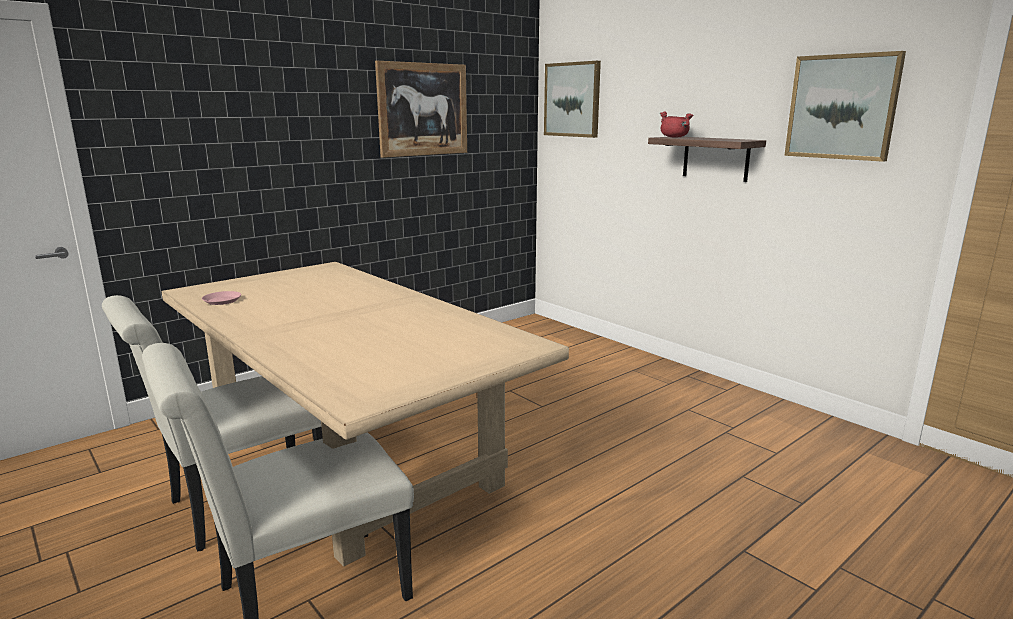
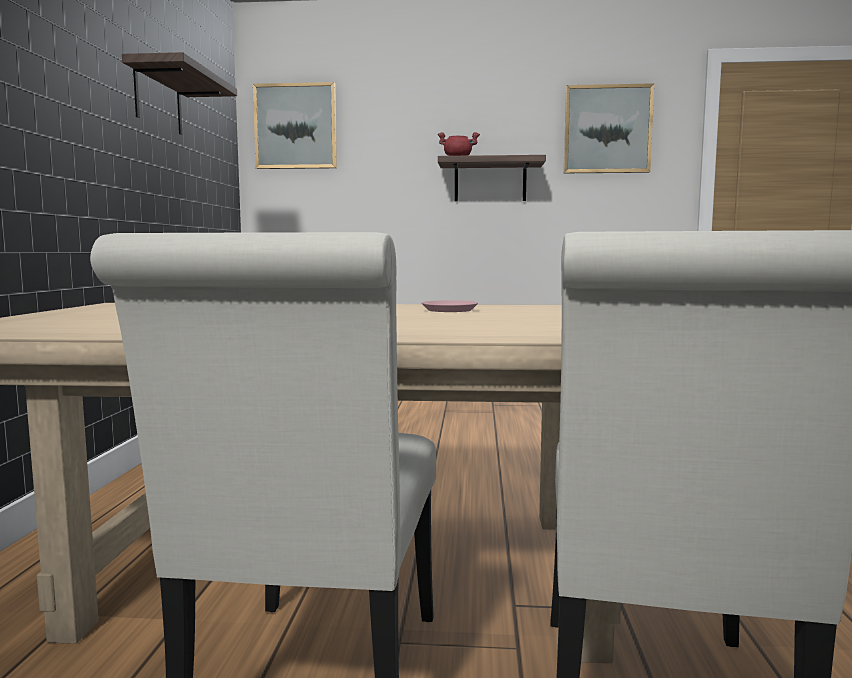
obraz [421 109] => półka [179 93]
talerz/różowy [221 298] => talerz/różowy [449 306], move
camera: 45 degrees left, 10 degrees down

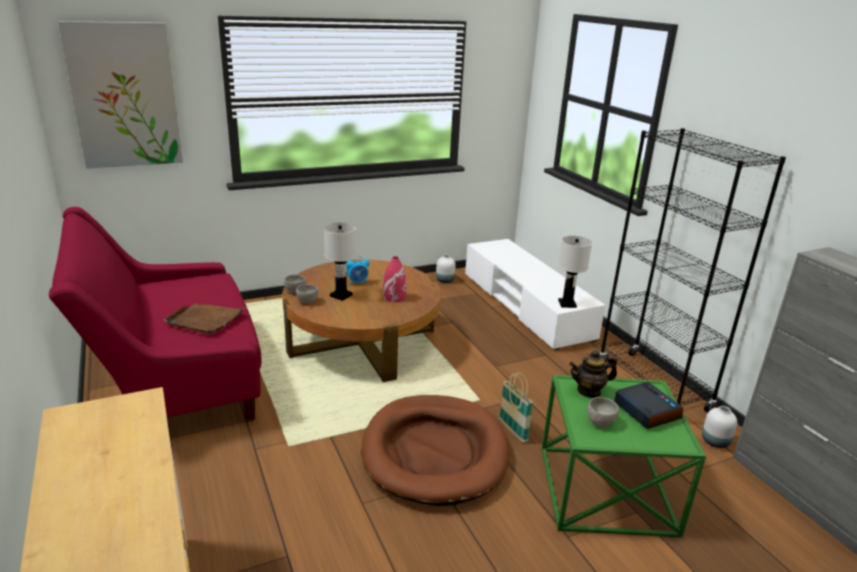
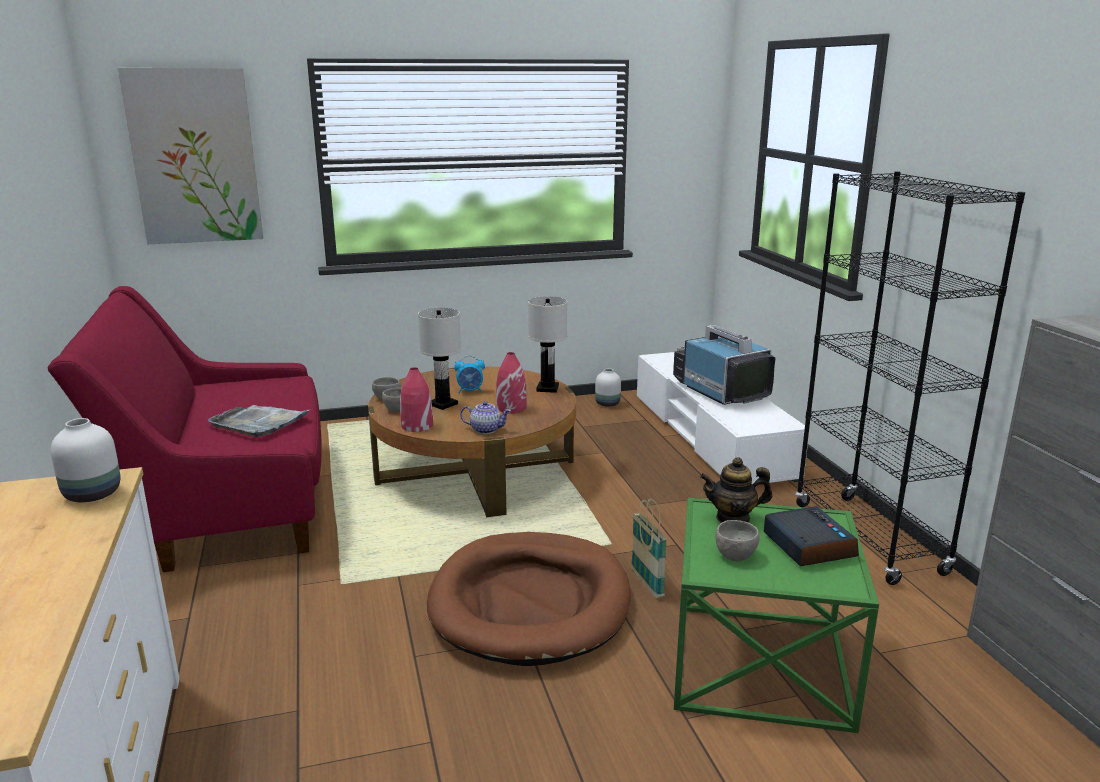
wazon/biały [719 427] => wazon/biały [86 460], move
taca/brązowy [204 319] => taca/szary [258 421]
nothing => wazon/czerwony [416 399]
nothing => imbryk [485 417]
lampa stołowa/biały [575 272] => lampa stołowa/biały [547 344], move
nothing => telewizor [724 365]
camera: 10 degrees right, 5 degrees down

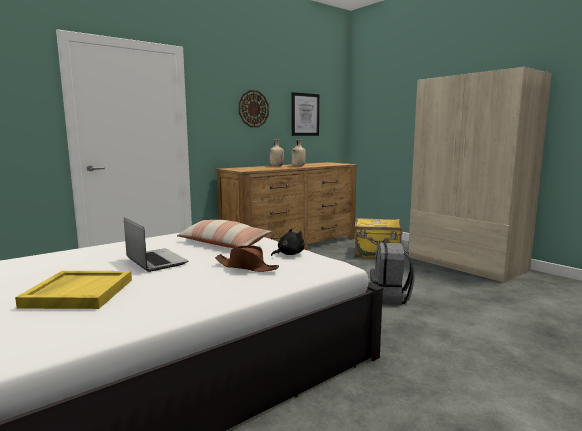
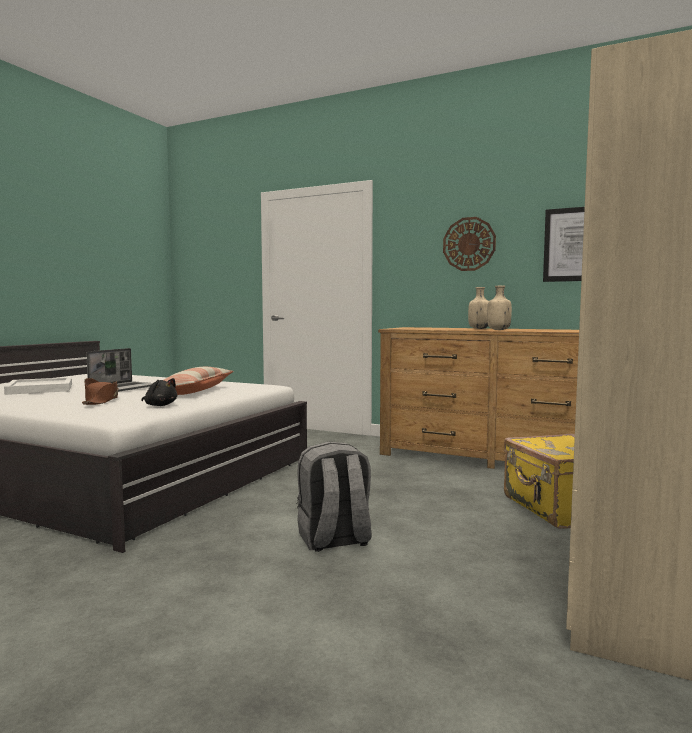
taca/żółty [73 290] => taca/biały [38 386]
camera: 65 degrees right, 5 degrees down

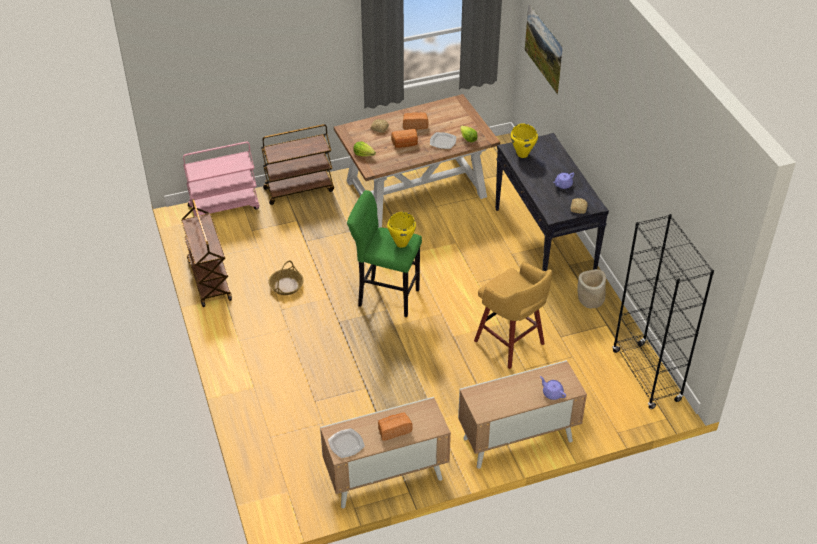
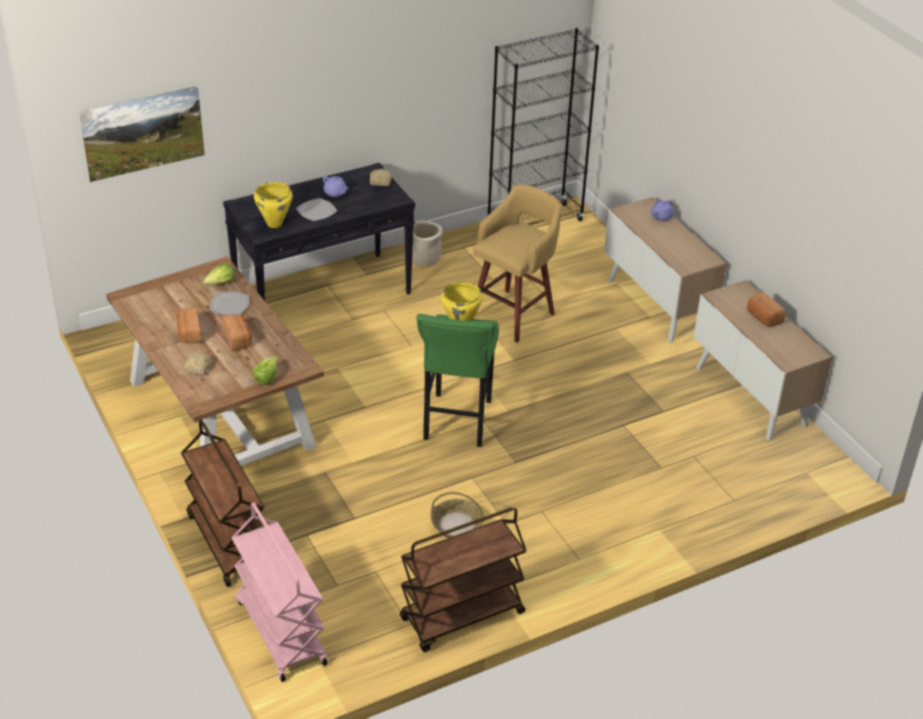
talerz [346 443] => talerz [316 209], move
camera: 100 degrees left, 5 degrees down

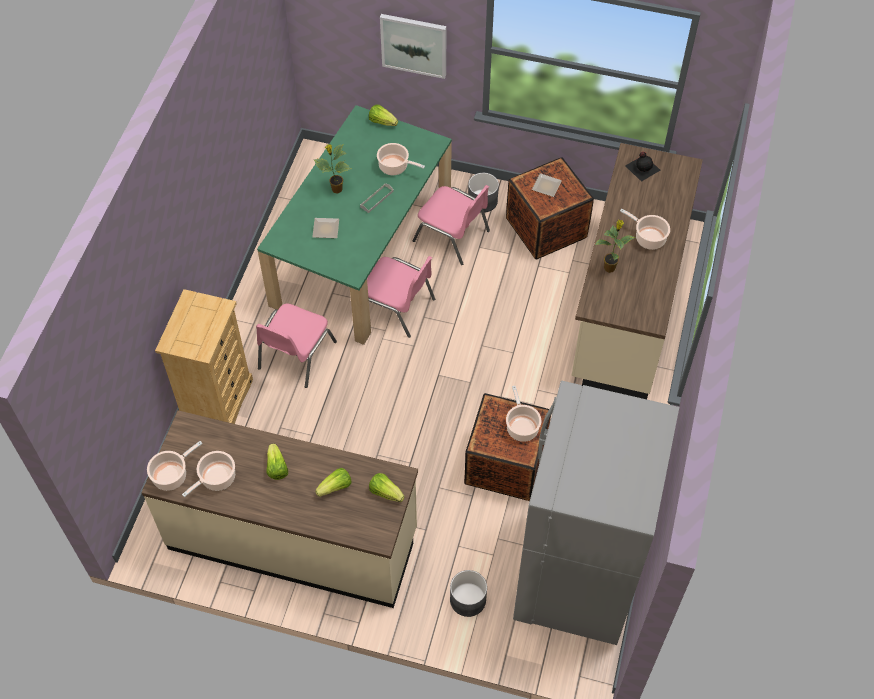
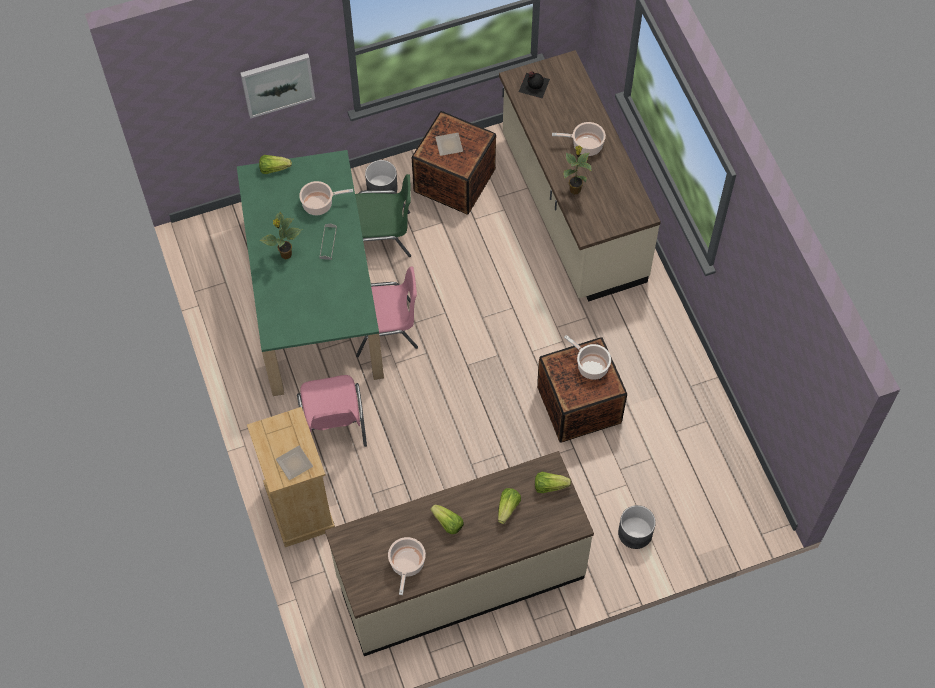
talerz [325 228] => talerz [294 463], move
krzesło/różowy [451 225] => krzesło/zielony [383 215]
garnek [175 466] => nothing
lodówka/szary [596 513] => nothing
camera: 35 degrees left, 5 degrees up

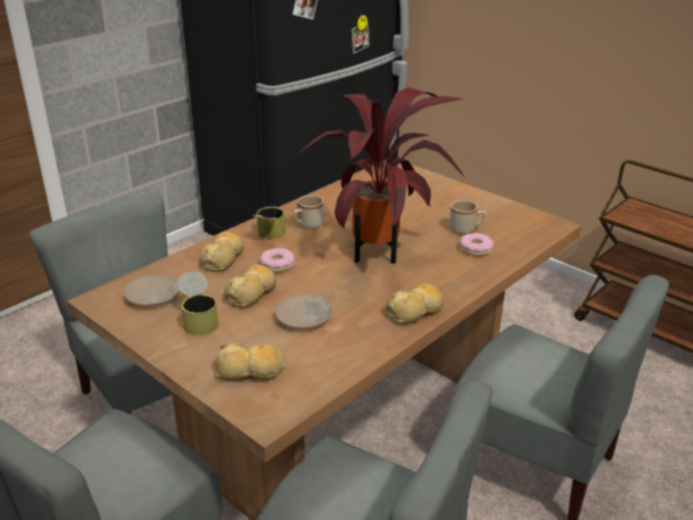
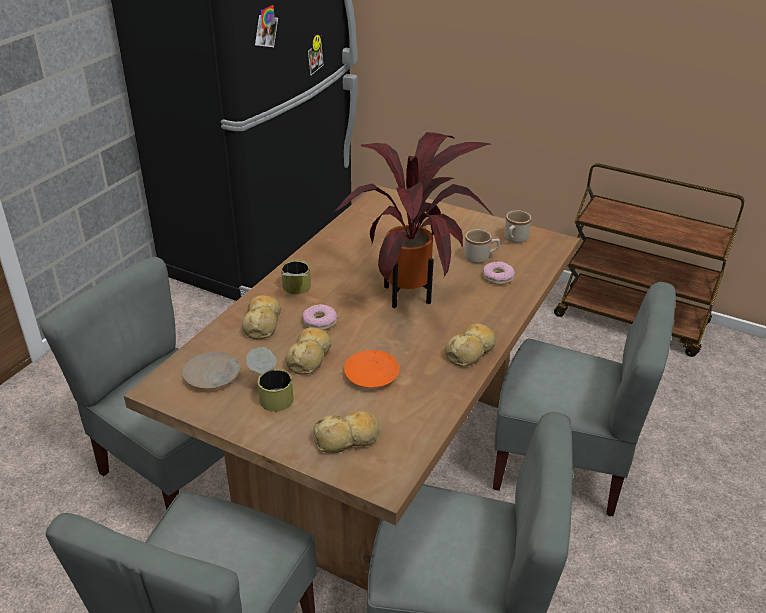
talerz/beżowy [304 311] => talerz/pomarańczowy [371 369]
kubek/beżowy [308 212] => kubek/beżowy [517 226], move
camera: 15 degrees left, 5 degrees up

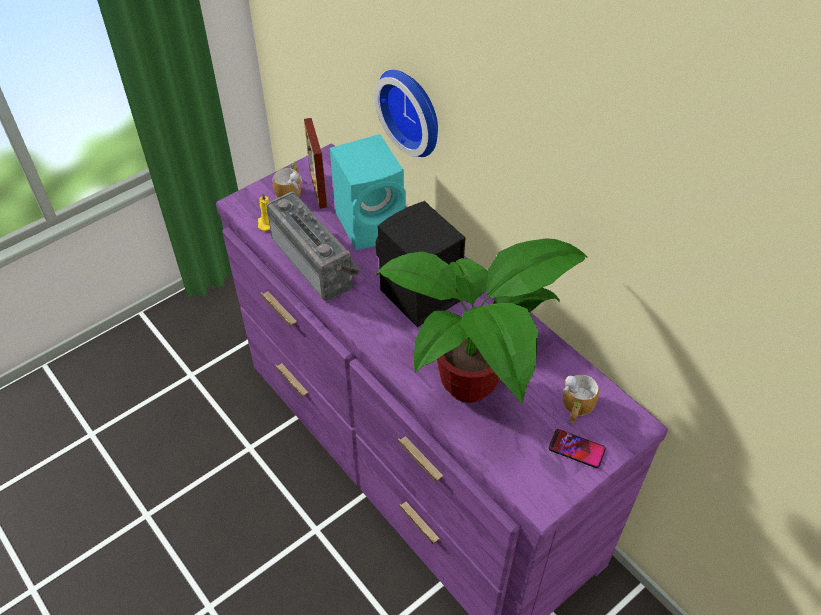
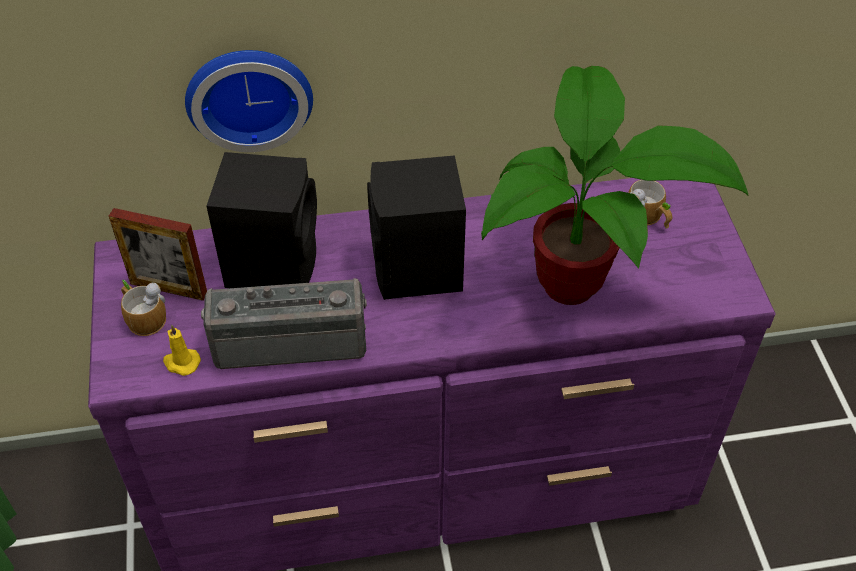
głośnik/turkusowy [368 192] => głośnik/czarny [261 220]
telefon [577 448] => nothing
camera: 60 degrees left, 0 degrees up

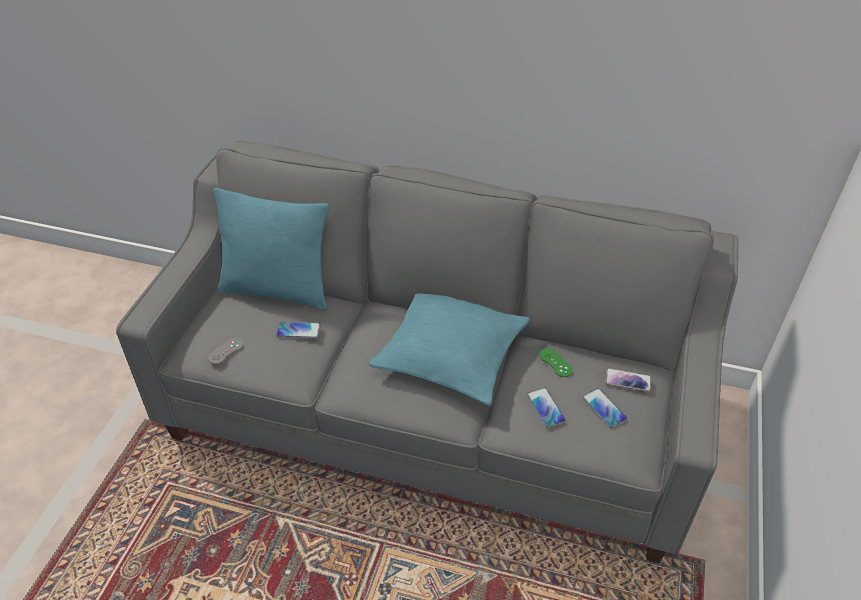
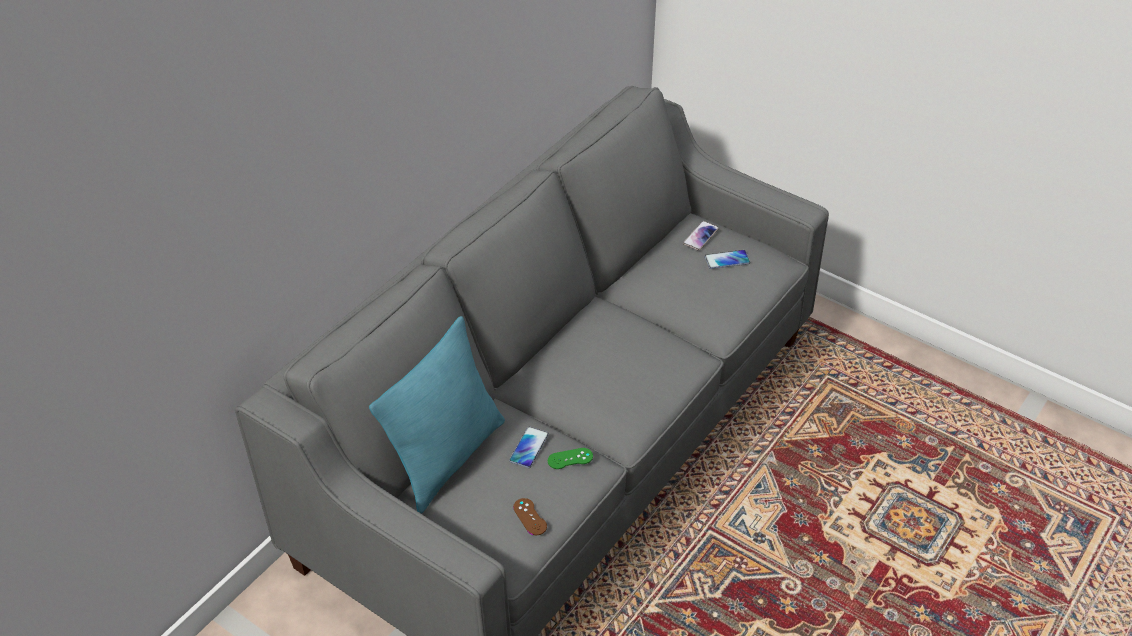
pad do gier/szary [226 351] => pad do gier/brązowy [530 516]
pad do gier/zielony [556 362] => pad do gier/zielony [570 458], move
poduszka/turkusowy [449 350] => nothing
telefon [546 408] => nothing
camera: 70 degrees left, 0 degrees up

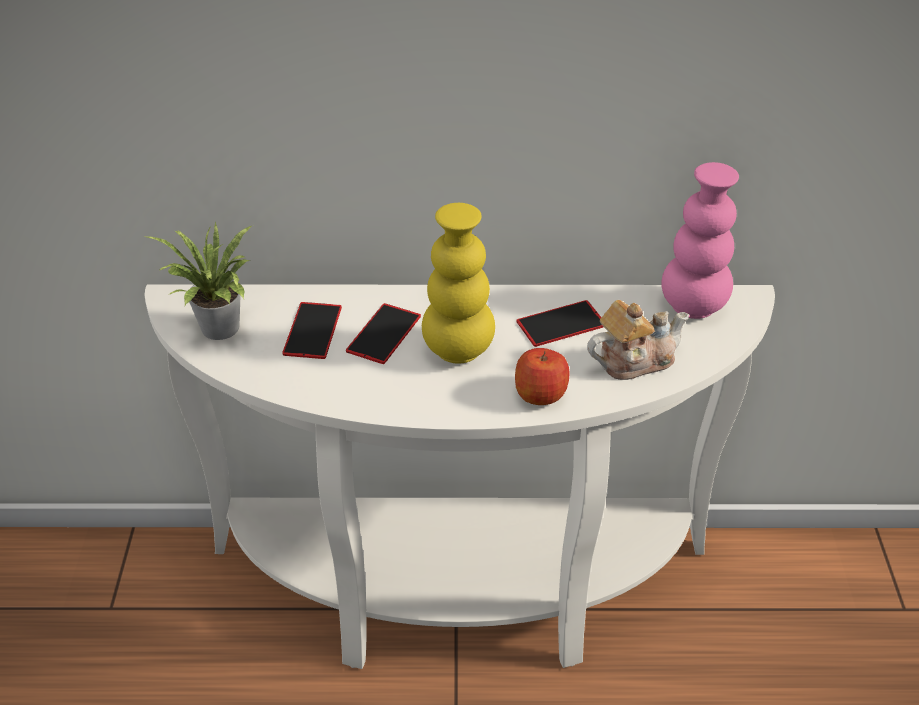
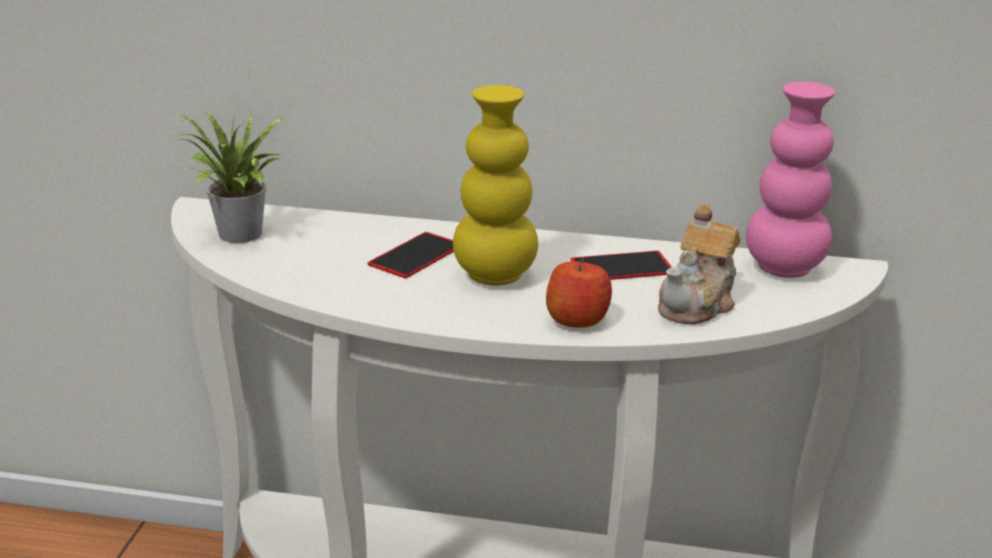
imbryk [638 340] => imbryk [699 264], 135 degrees clockwise
telefon [312 330] => nothing
camera: 10 degrees right, 15 degrees down

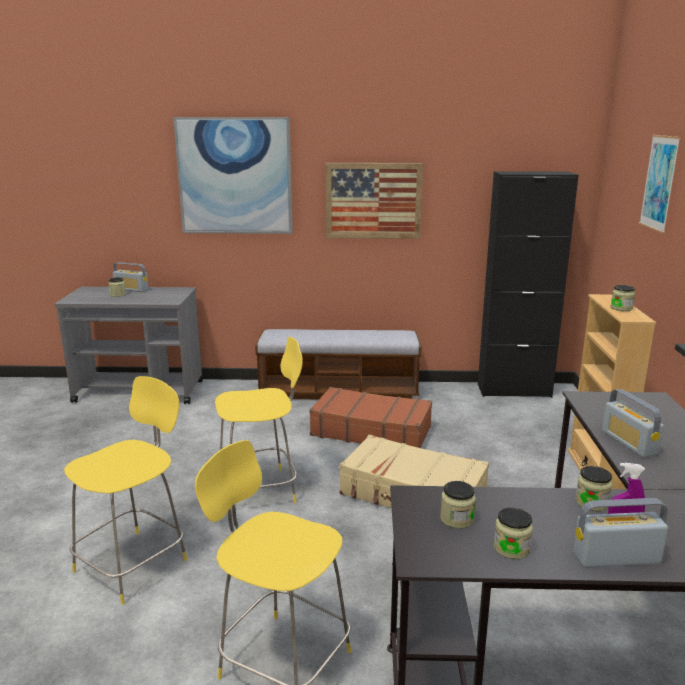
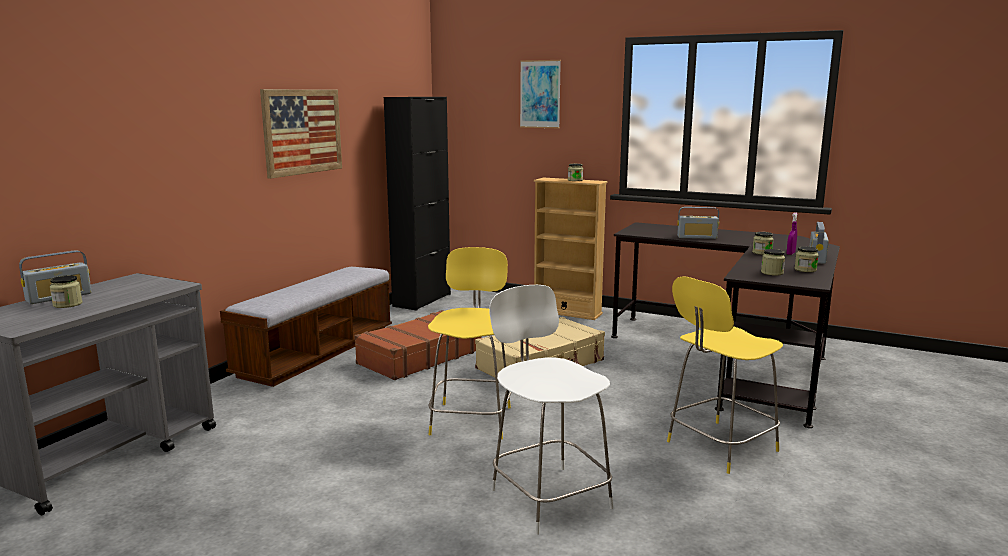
stołek/żółty [126 490] => stołek/biały [551 410]
obraz [233 175] => nothing
camera: 65 degrees left, 5 degrees down

